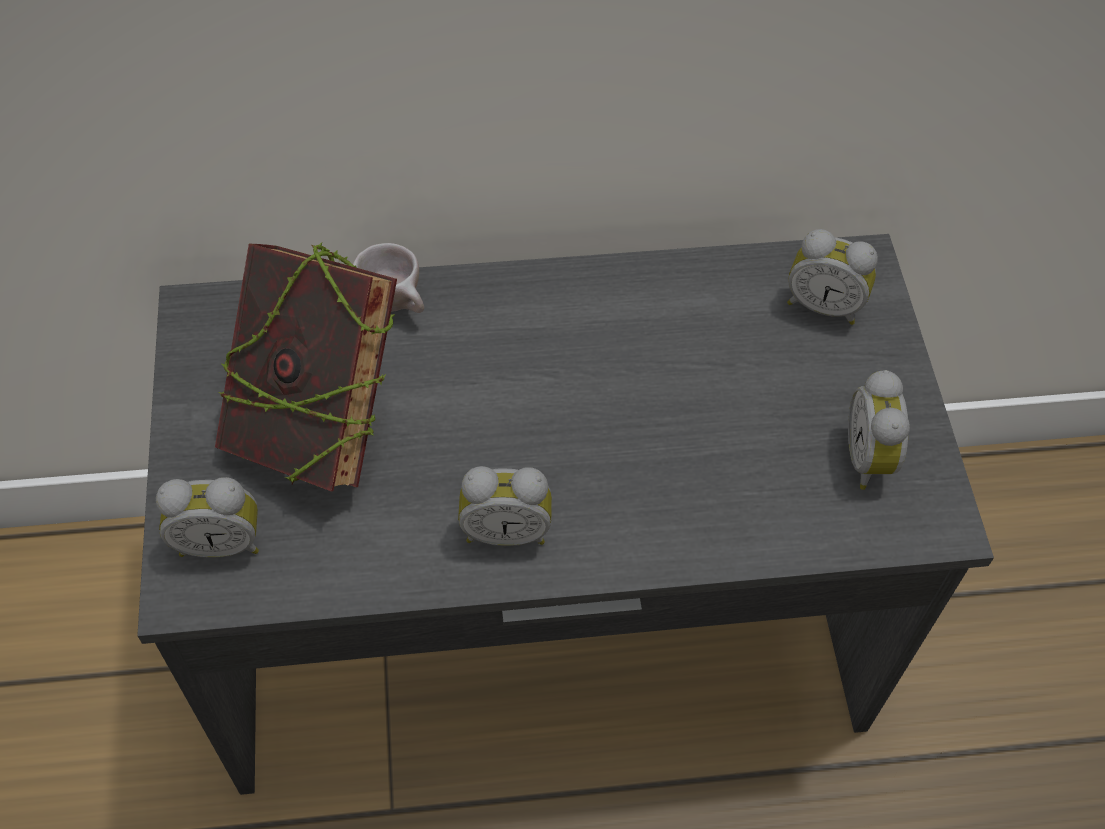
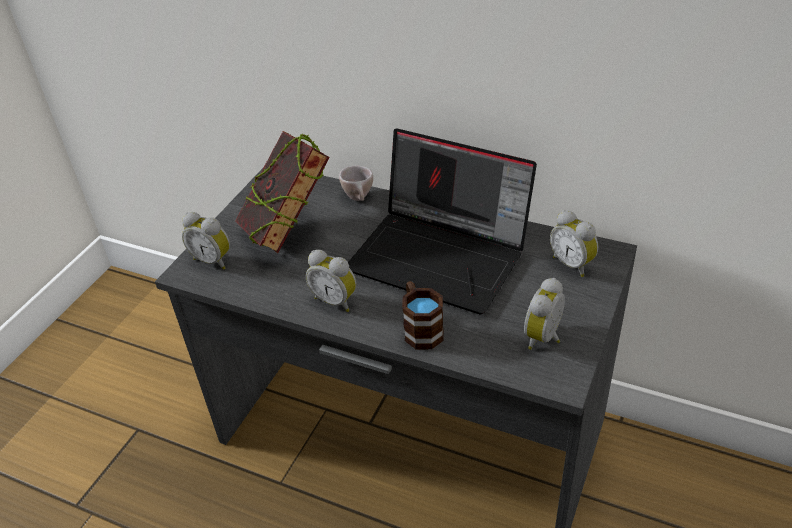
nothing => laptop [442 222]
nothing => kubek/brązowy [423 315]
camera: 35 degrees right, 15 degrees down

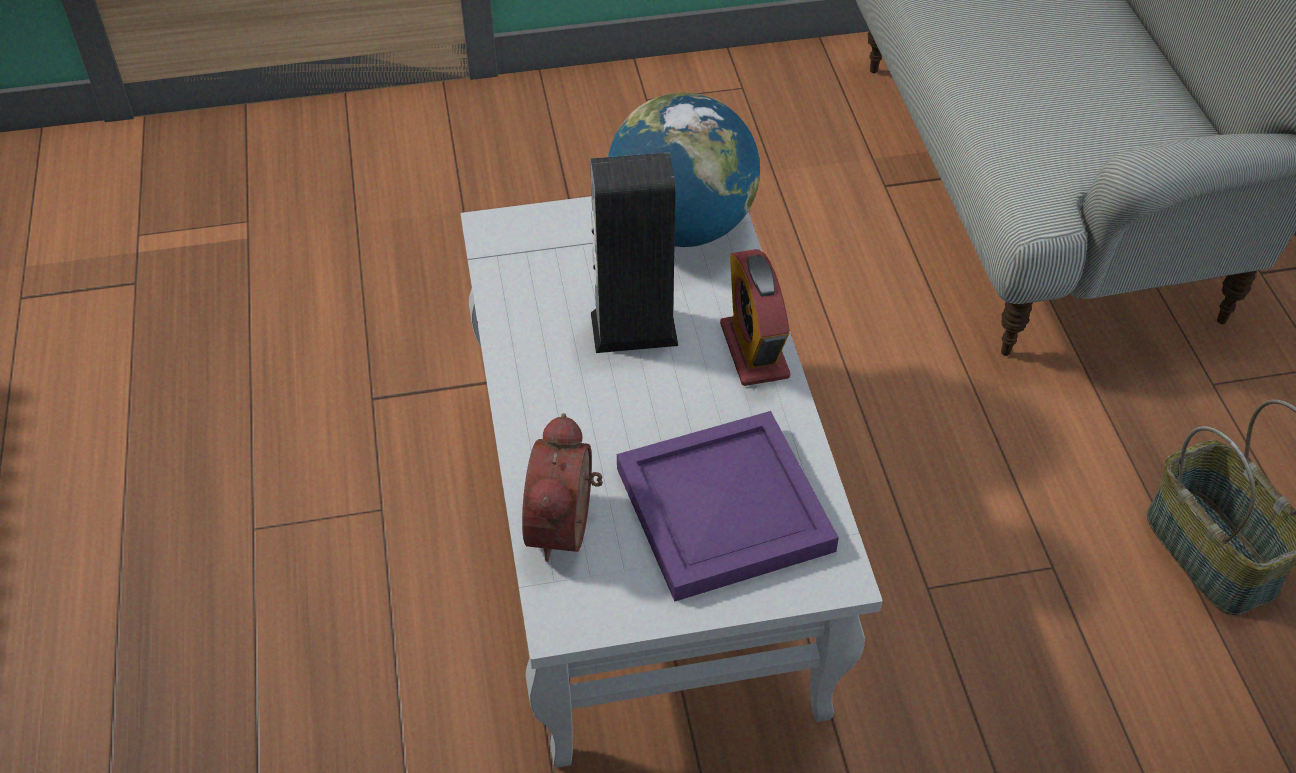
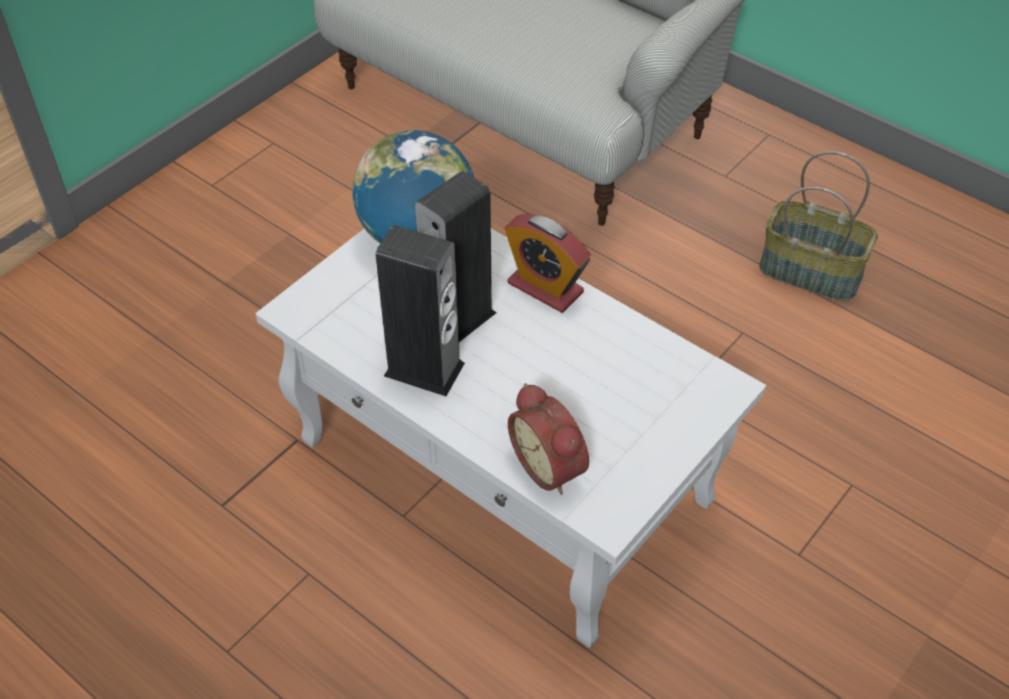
nothing => głośnik [420 310]
taca/fioletowy [728 506] => nothing
camera: 40 degrees left, 0 degrees up

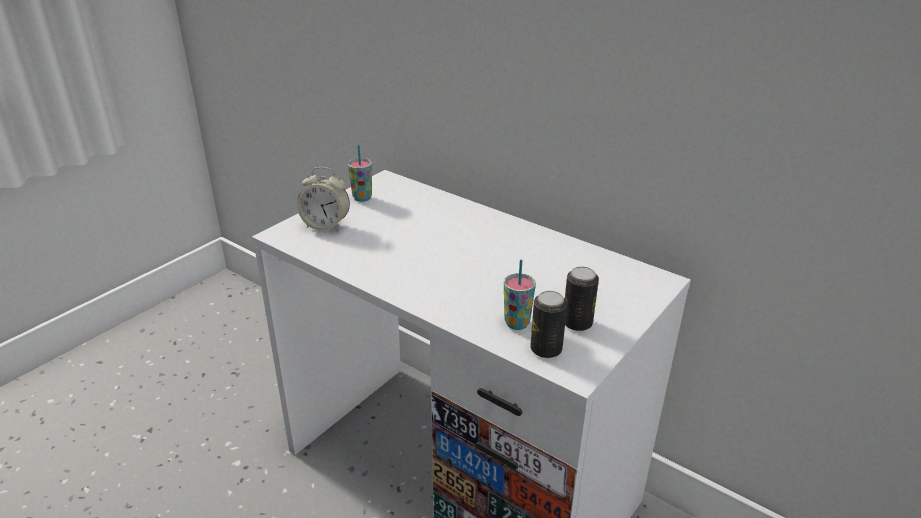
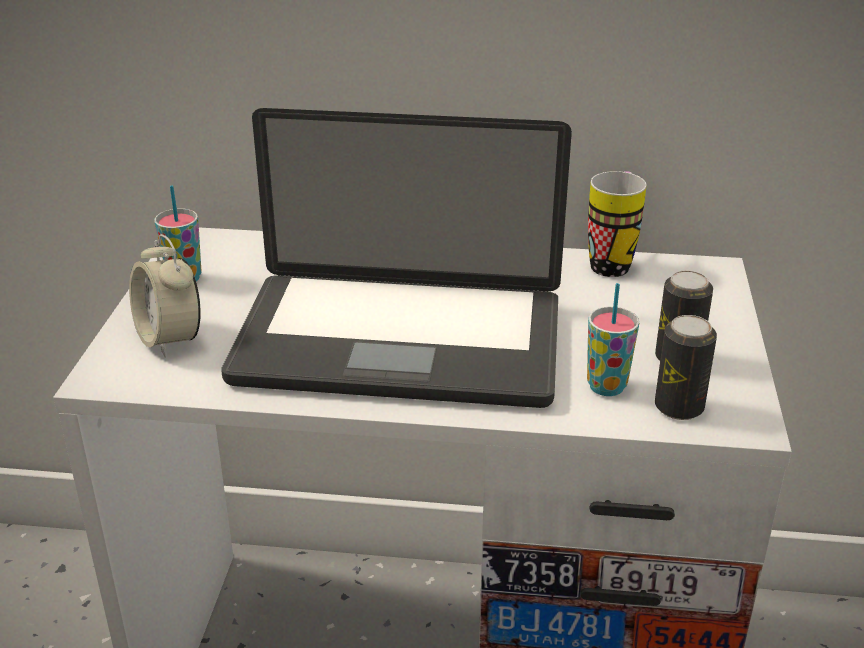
budzik [323 199] => budzik [165 295], 75 degrees clockwise
nothing => laptop [396 258]
nothing => kubek [617 224]
camera: 30 degrees left, 0 degrees up

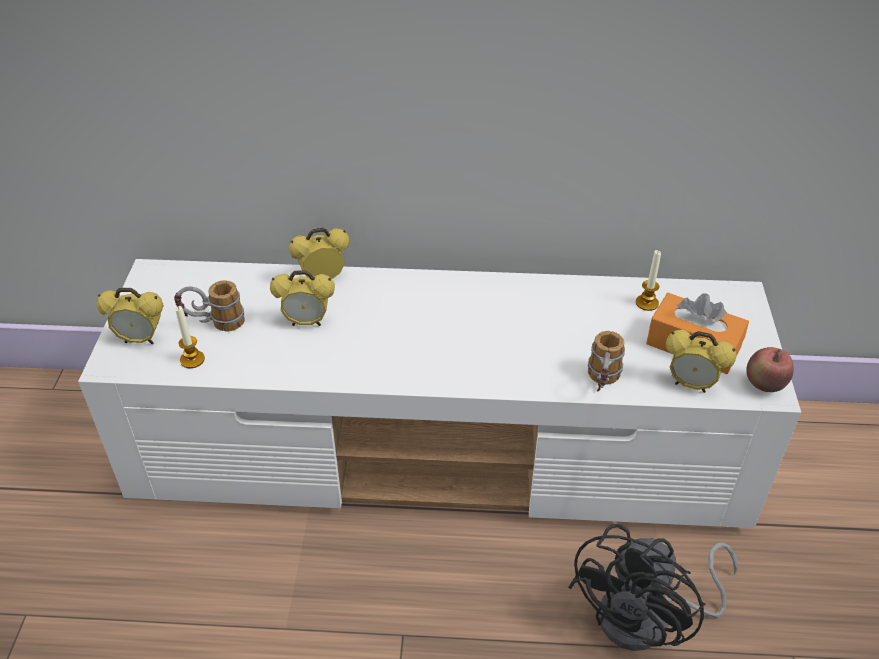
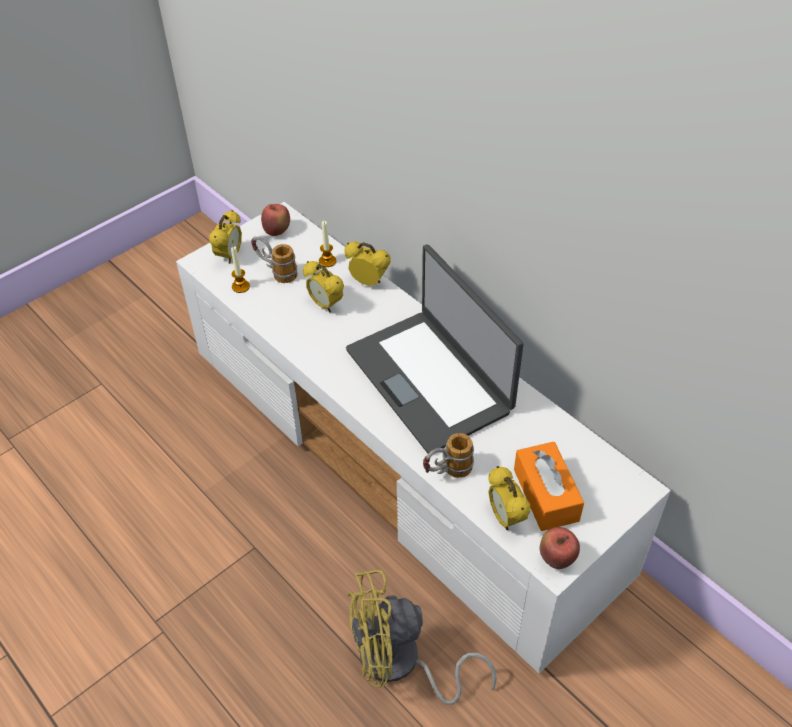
budzik [130 316] => budzik [225 237], 120 degrees counterclockwise
nothing => jabłko [275 220]
świeca [648 280] => świeca [327 244], move
nothing => laptop [434 349]
wentylator/czarny [653 587] => wentylator/żółty [422 637]
camera: 45 degrees right, 5 degrees up

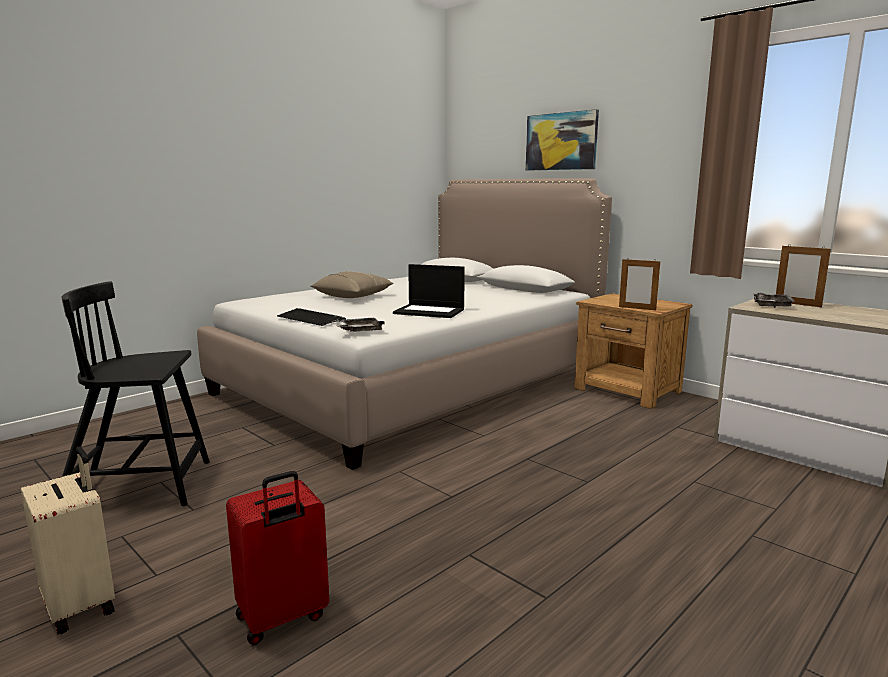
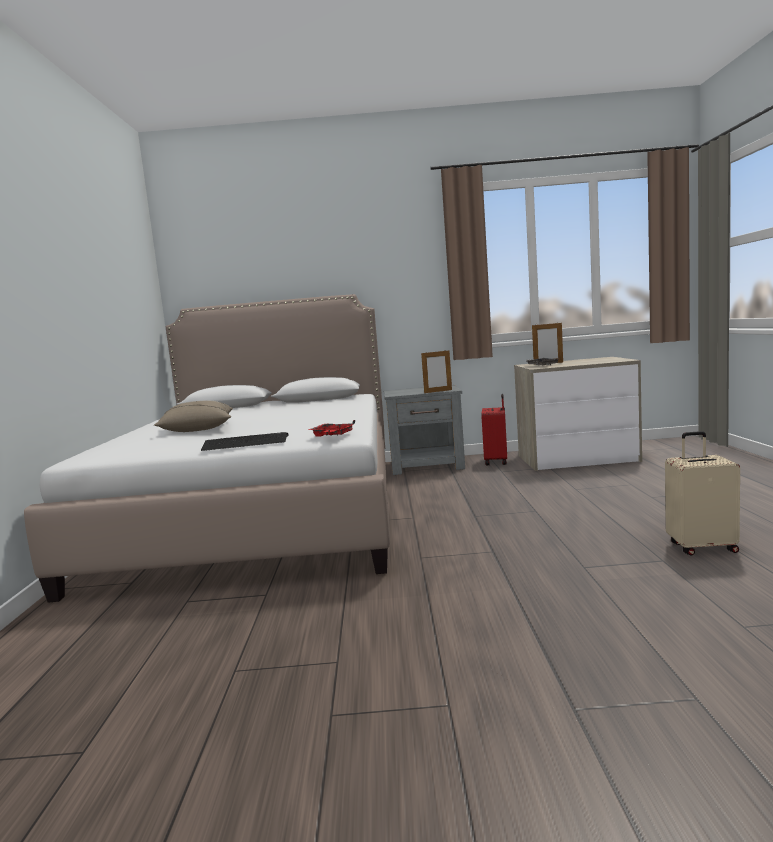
taca/szary [360 325] => taca/czerwony [332 428]
szafka nocna/brązowy [633 351] => szafka nocna/szary [424 430]
walizka/czerwony [277 558] => walizka/czerwony [494 429], move
walizka/beżowy [68 540] => walizka/beżowy [702 493], move
krzesło/czarny [136 393] => nothing
laptop [429 291] => nothing
obraz [562 140] => nothing
camera: 45 degrees left, 5 degrees down

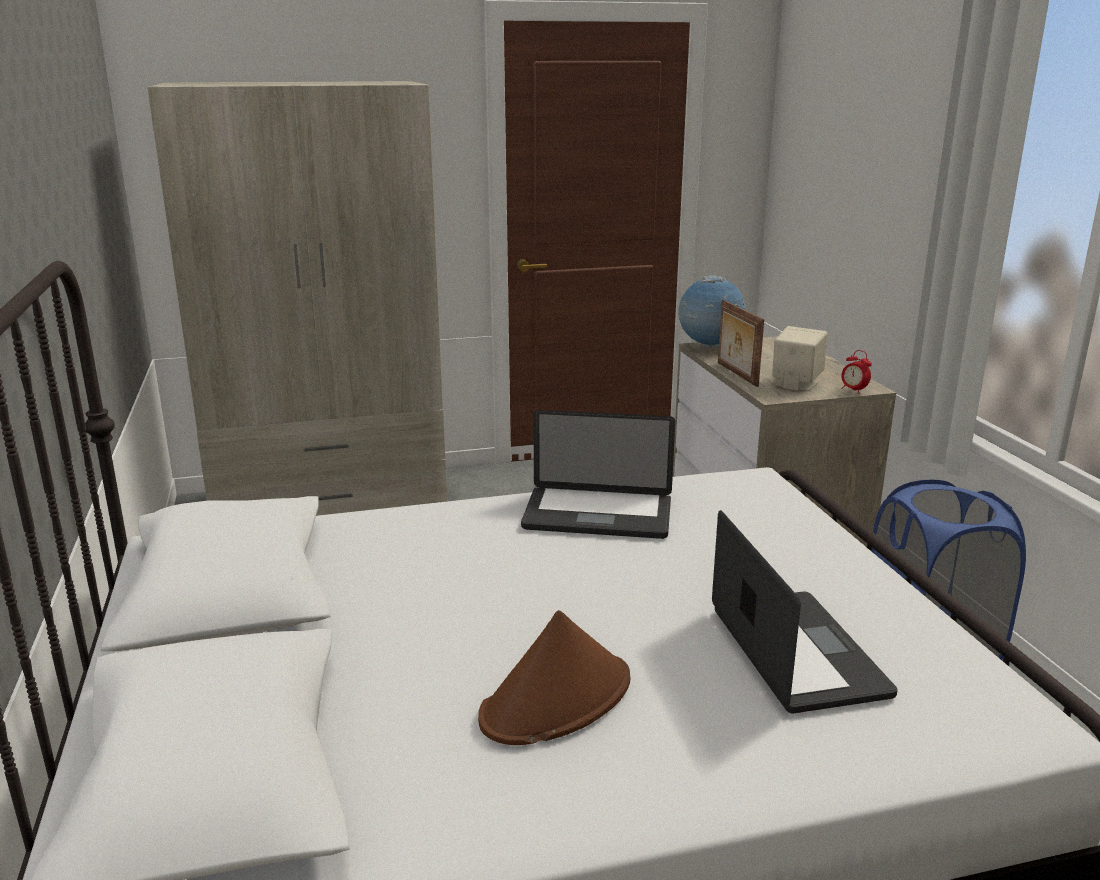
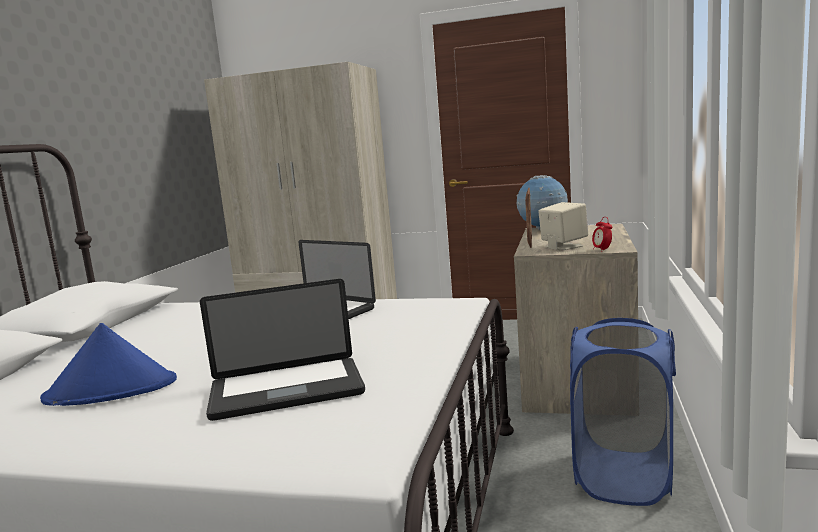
kapelusz/brązowy [554 677] => kapelusz/niebieski [108 364]
laptop [805 611] => laptop [282 350], 60 degrees clockwise
camera: 30 degrees right, 10 degrees down

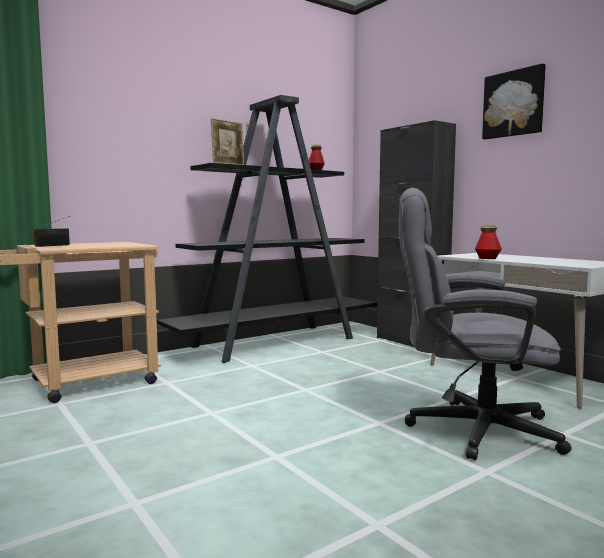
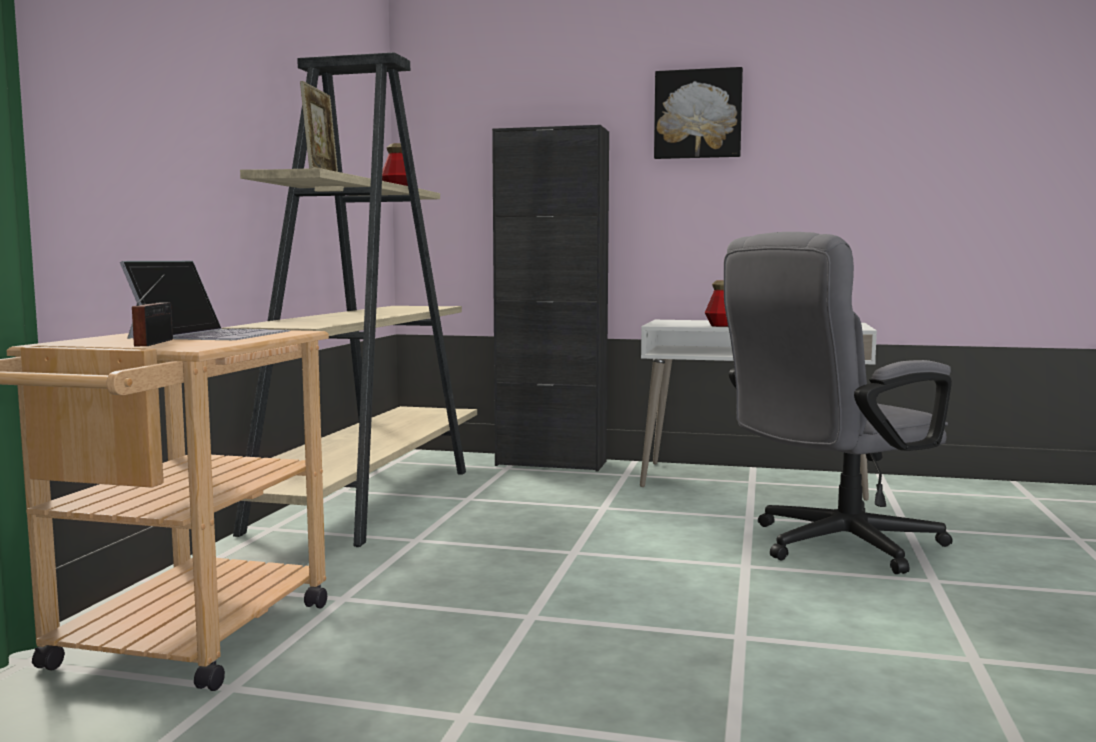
nothing => laptop [205 300]
regał/czarny [267 229] => regał/beżowy [349 299]
camera: 40 degrees left, 0 degrees up

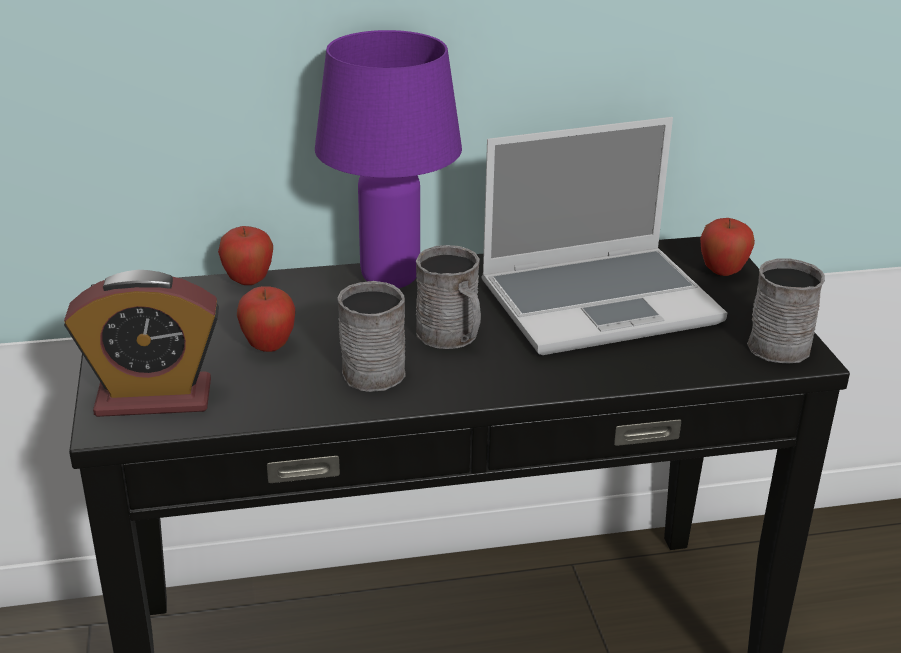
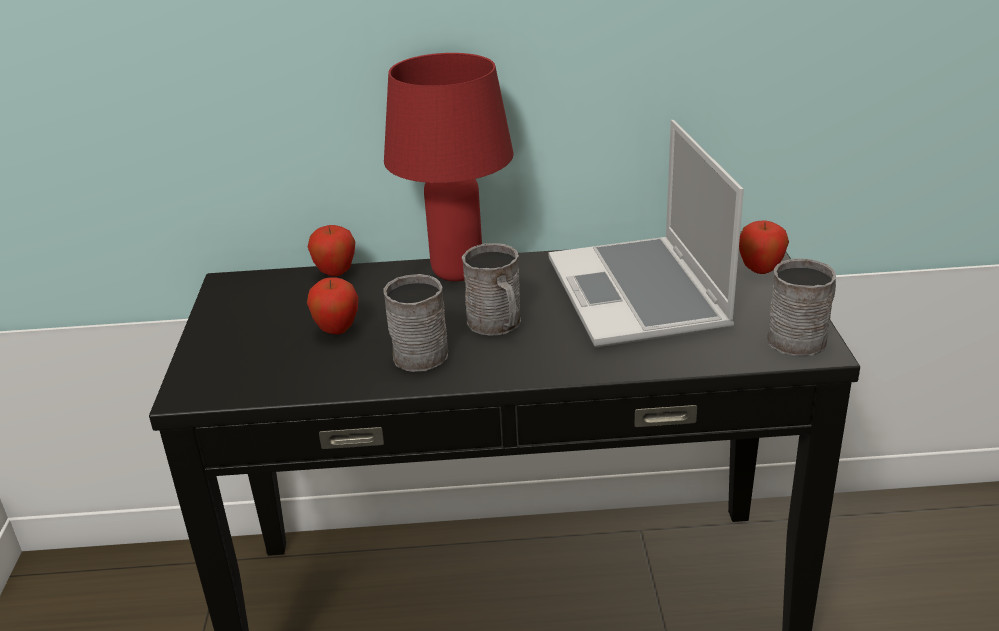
lampa stołowa/fioletowy [388 159] => lampa stołowa/czerwony [448 167]
laptop [604 236] => laptop [646 233], 90 degrees clockwise
budzik [141 343] => nothing
camera: 10 degrees right, 0 degrees up

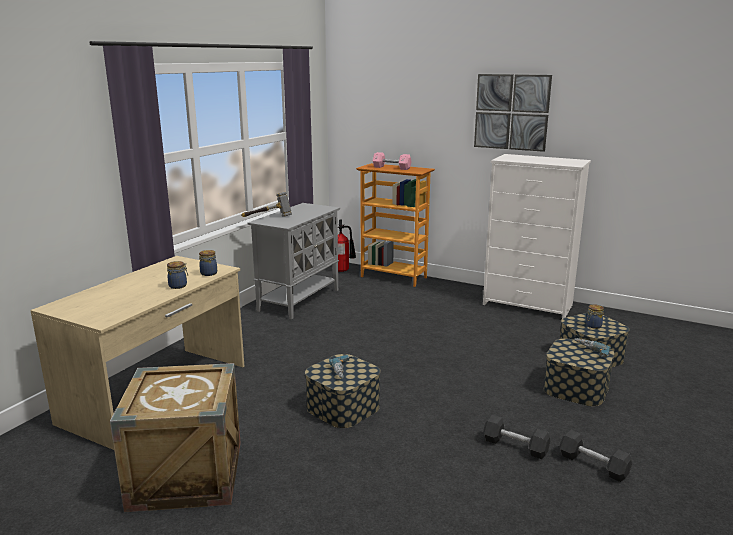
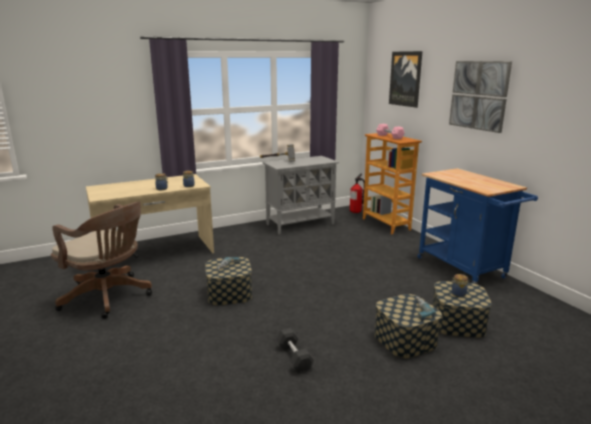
skrzynka [175 437] => krzesło biurowe/brązowy [101 260]
nothing => obraz [406 79]
komoda/biały [537 236] => wózek/niebieski [477 226]
hantel/czarny [596 456] => nothing
camera: 35 degrees right, 0 degrees up

